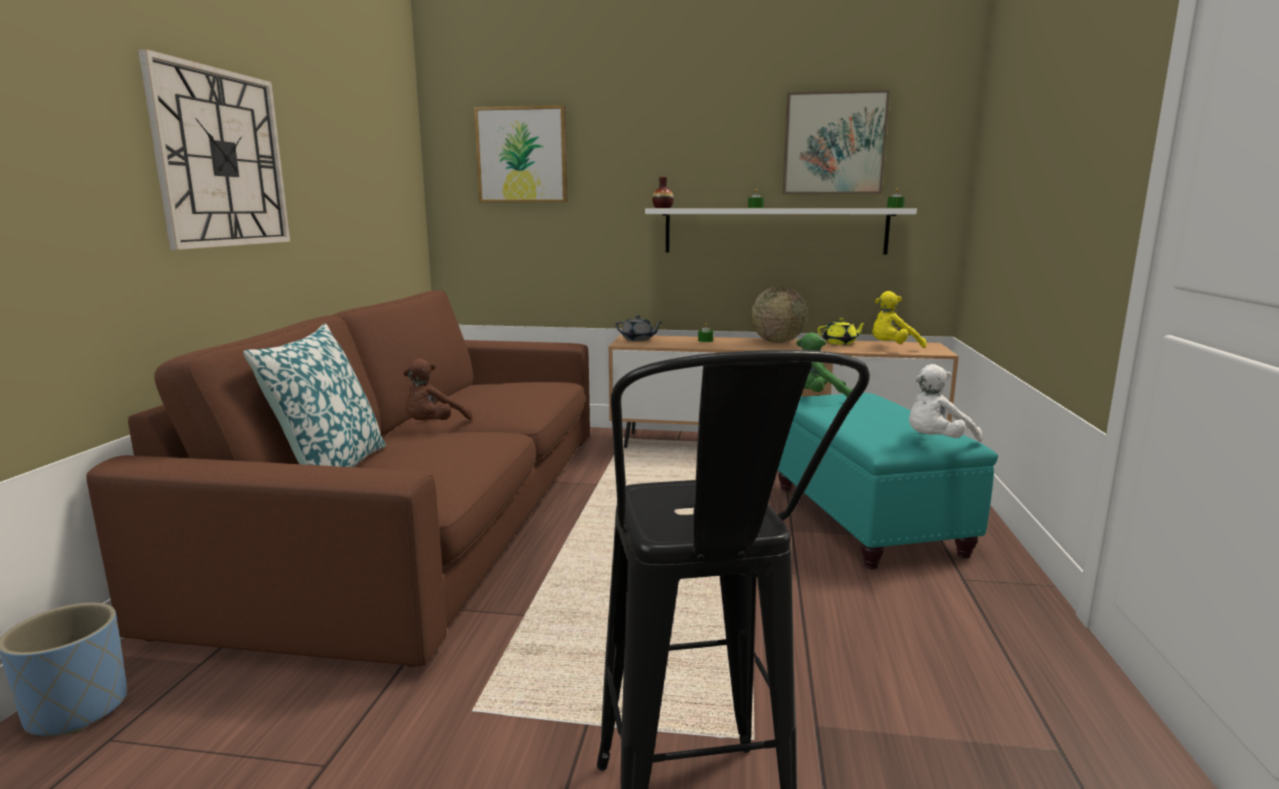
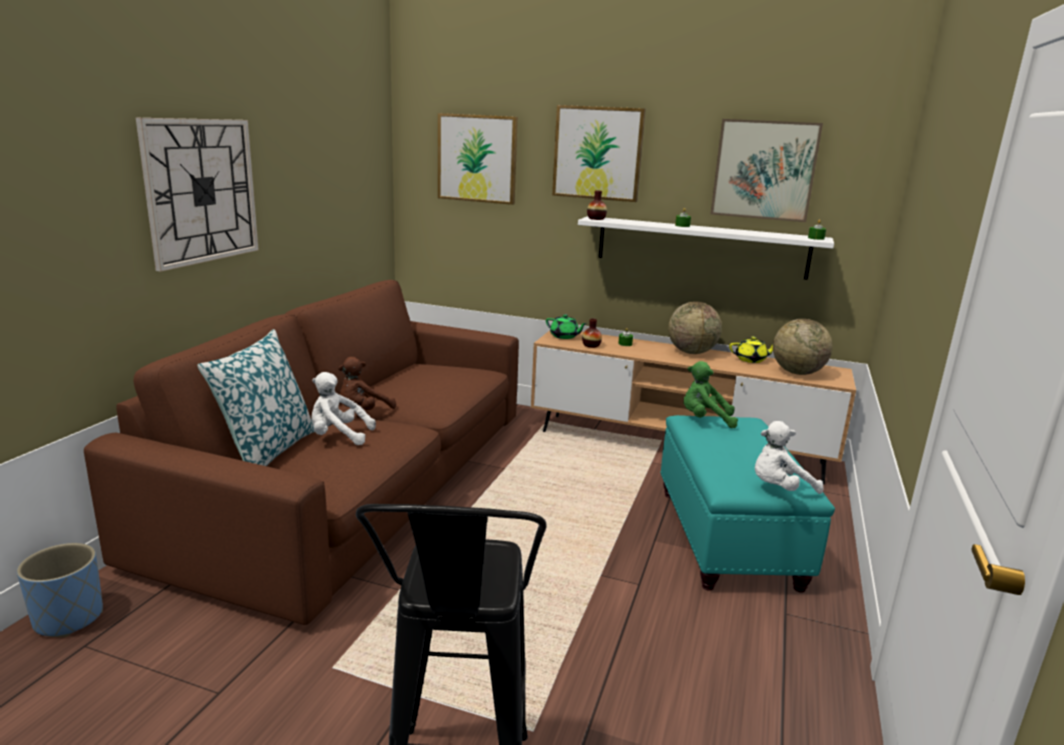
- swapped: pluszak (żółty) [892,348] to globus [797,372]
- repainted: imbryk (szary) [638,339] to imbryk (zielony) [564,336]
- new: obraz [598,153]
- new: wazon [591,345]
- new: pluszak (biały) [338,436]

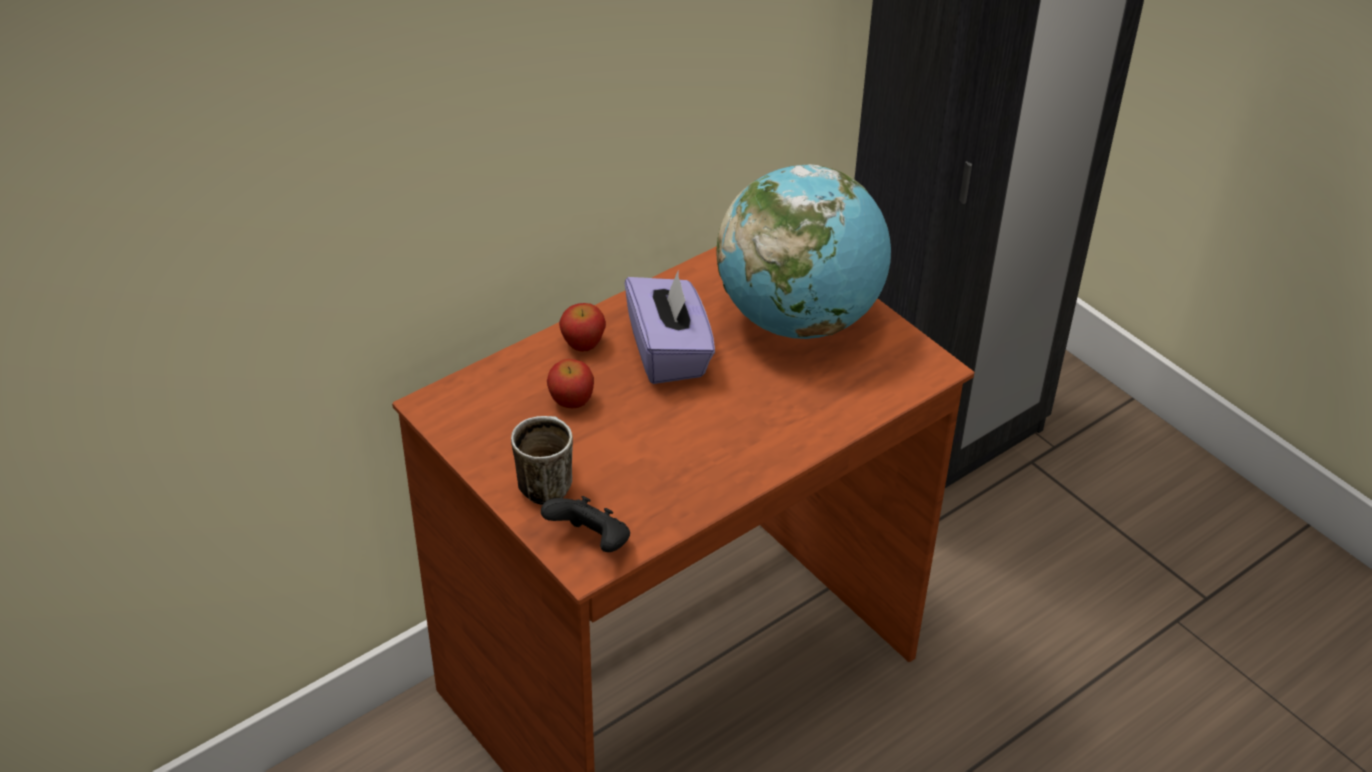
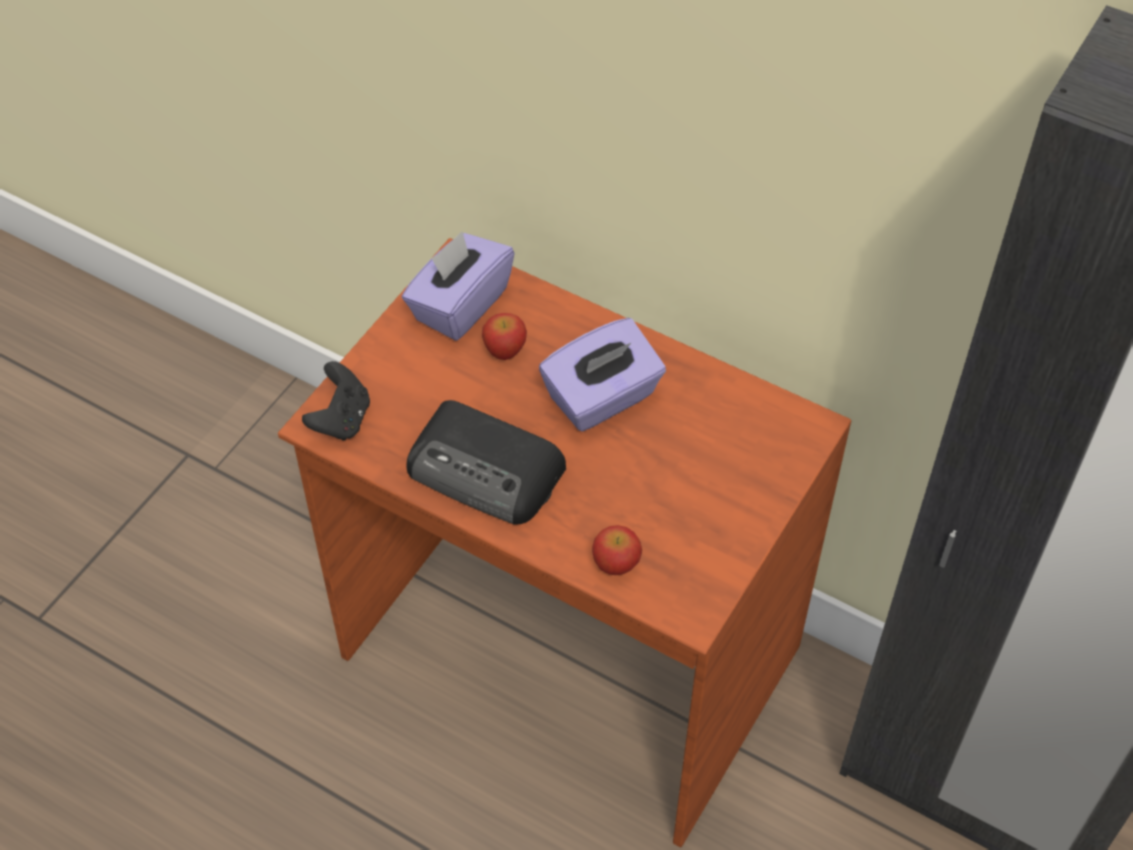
- gone: globus [799,319]
- shifted: jabłko [583,343] to [616,563]
- gone: kubek [544,482]
- new: pudełko chusteczek (fioletowy) [459,305]
- new: radio [487,471]

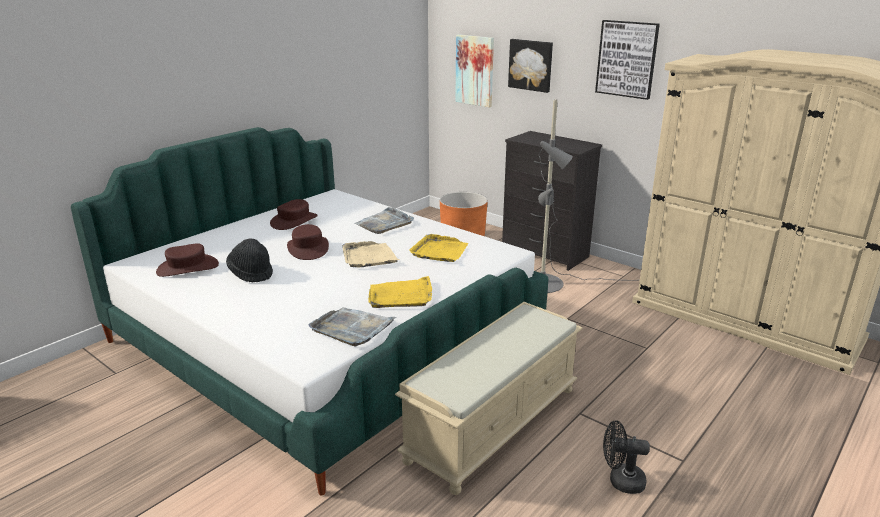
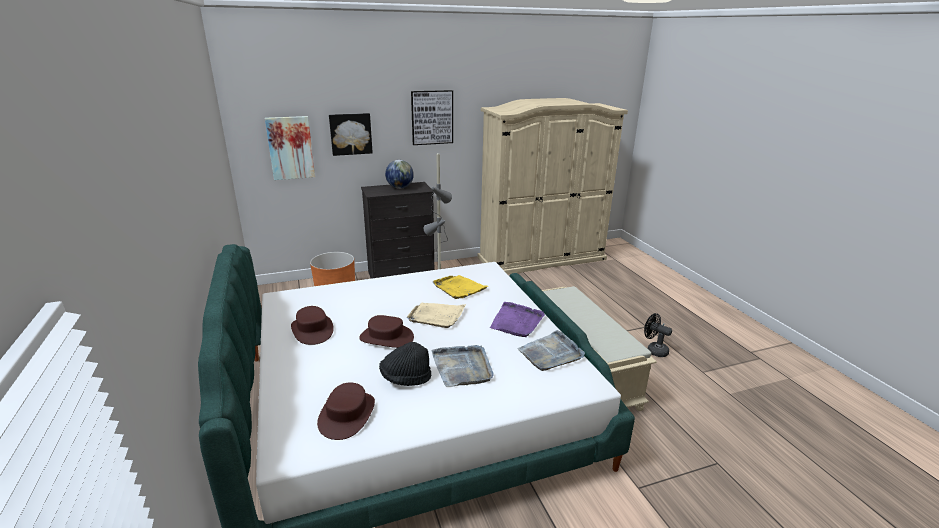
- shifted: taca (szary) [385,223] to [462,367]
- repainted: taca (żółty) [401,296] to taca (fioletowy) [516,322]
- rotated: wentylator (czarny) [620,481] = [654,350] 90 degrees clockwise
- new: globus [400,188]

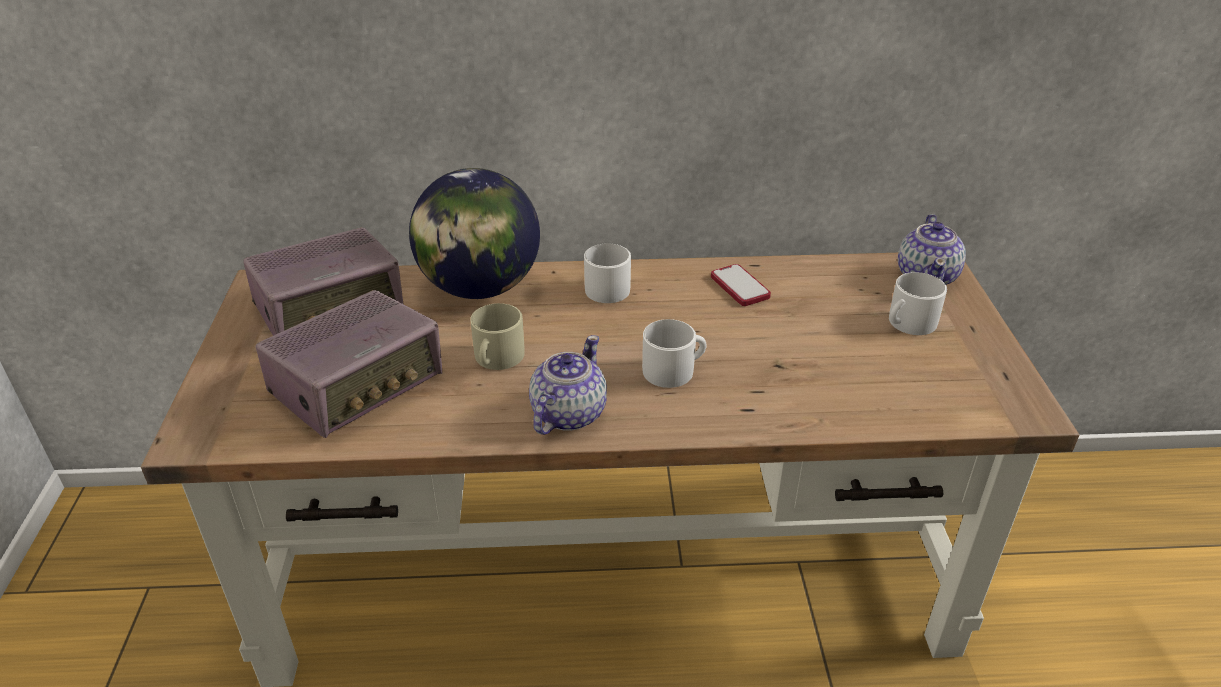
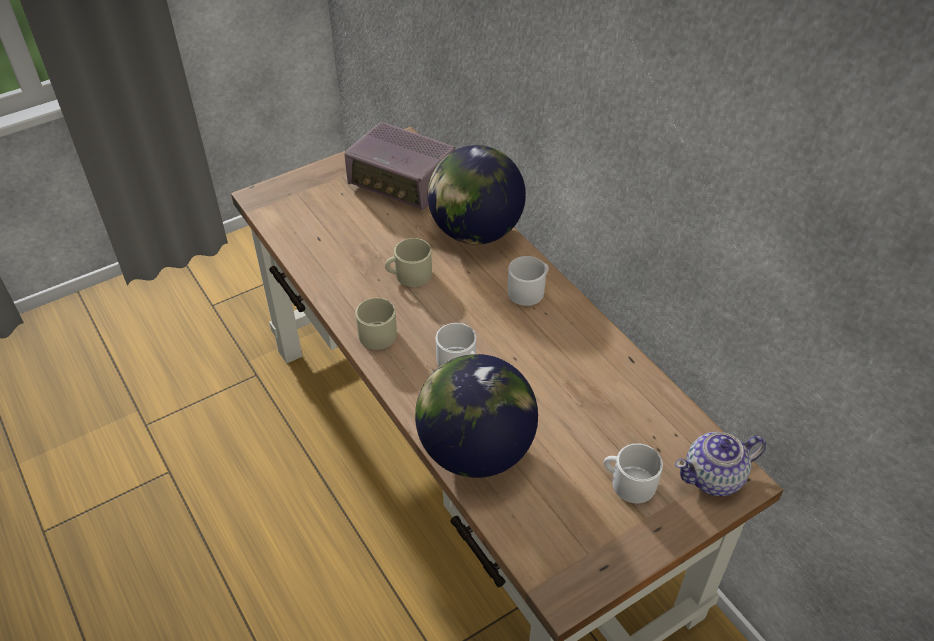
- gone: telefon [740,287]
- gone: radio [358,385]
- swapped: imbryk [567,414] to kubek (beżowy) [378,331]
- new: globus [475,451]

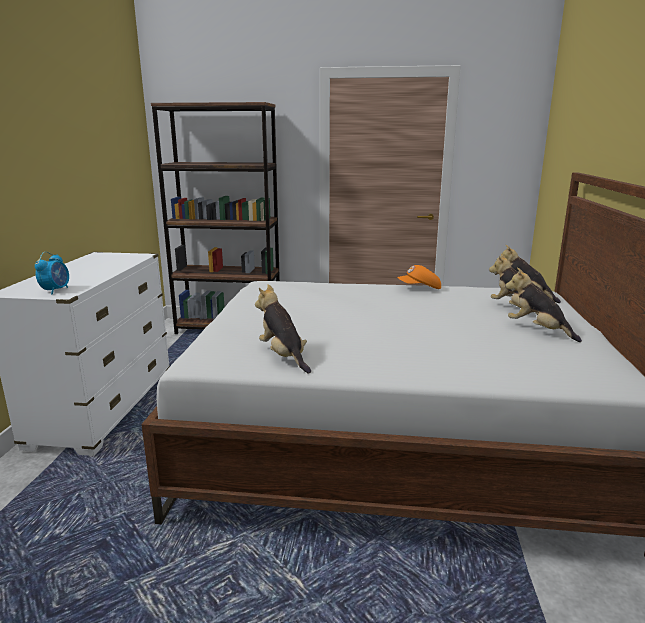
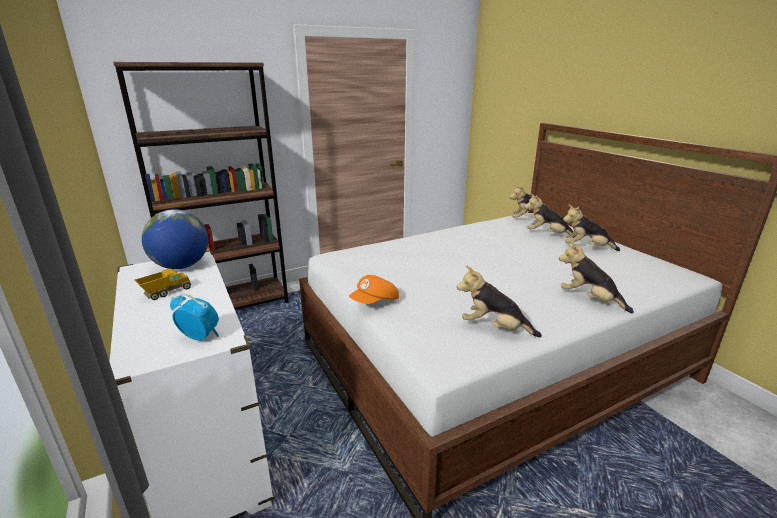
- rotated: budzik [56,290] = [200,337] 45 degrees counterclockwise
- shifted: czapka z daszkiem (pomarańczowy) [420,288] to [375,302]
- new: globus [182,266]
- new: pluszak [589,300]
- new: ciężarówka zabawkowa [166,293]

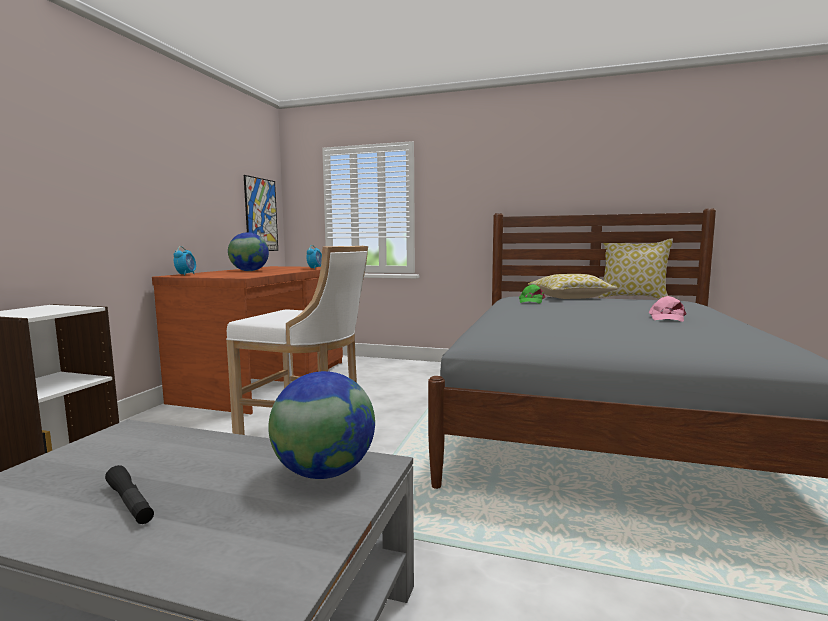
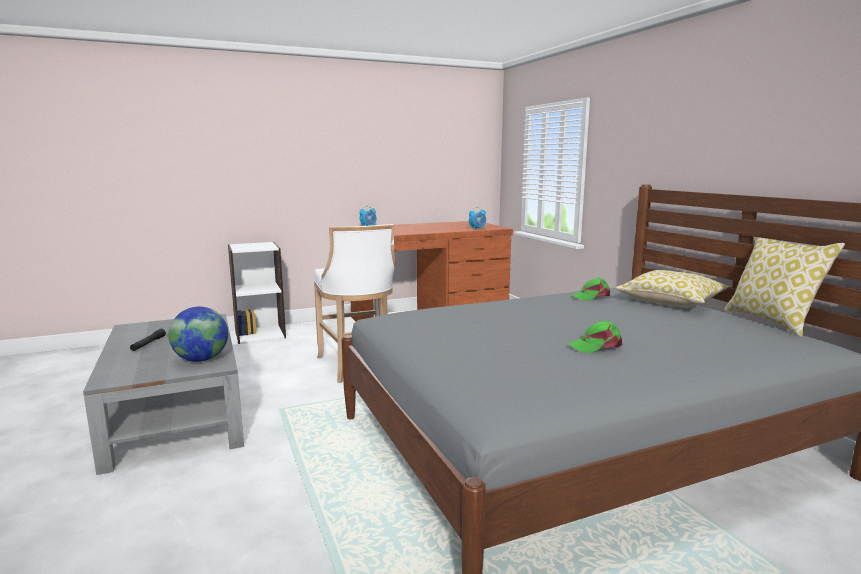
- gone: obraz [261,215]
- gone: globus [249,271]
- repainted: czapka z daszkiem (różowy) [666,318] to czapka z daszkiem (zielony) [596,346]

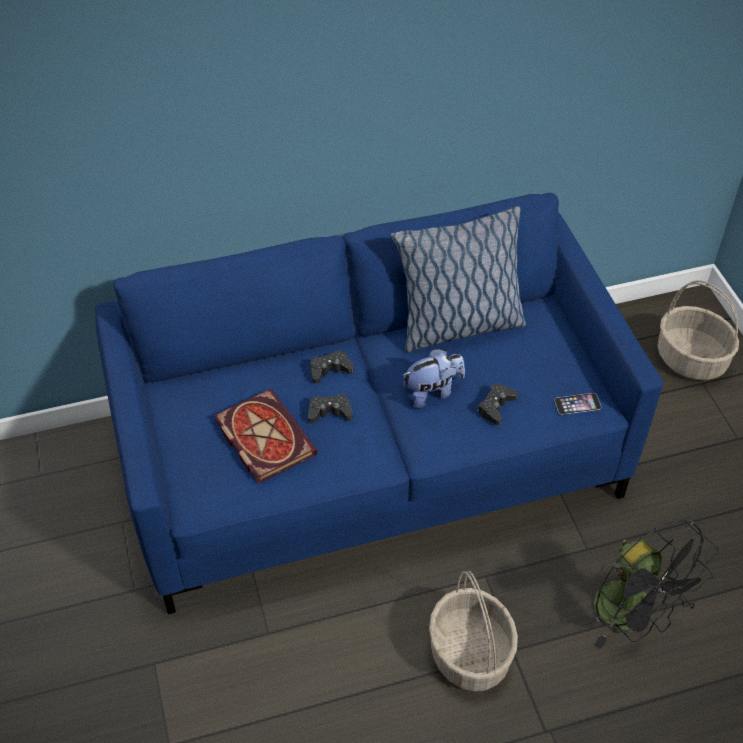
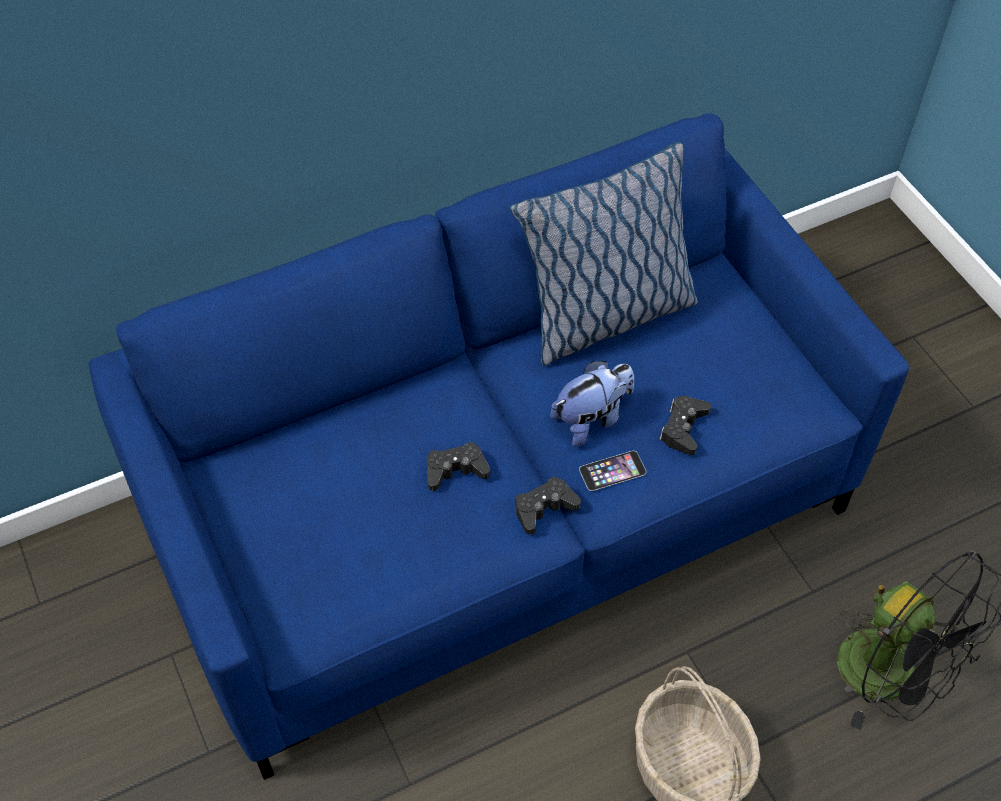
- gone: koszyk [691,359]
- shifted: pad do gier (czarny) [330,370] to [544,508]
- gone: książka [262,437]
- shifted: telefon [577,403] to [612,470]

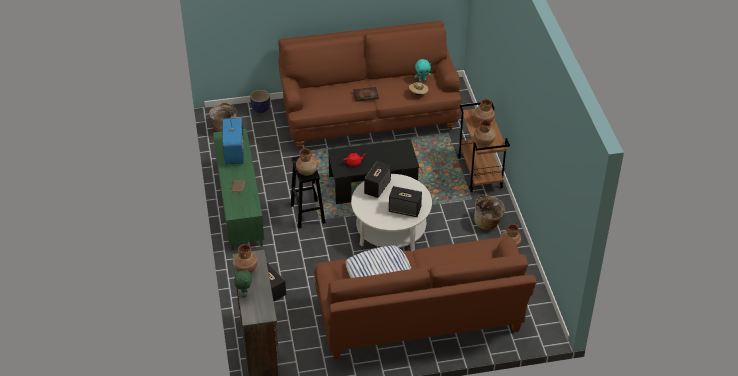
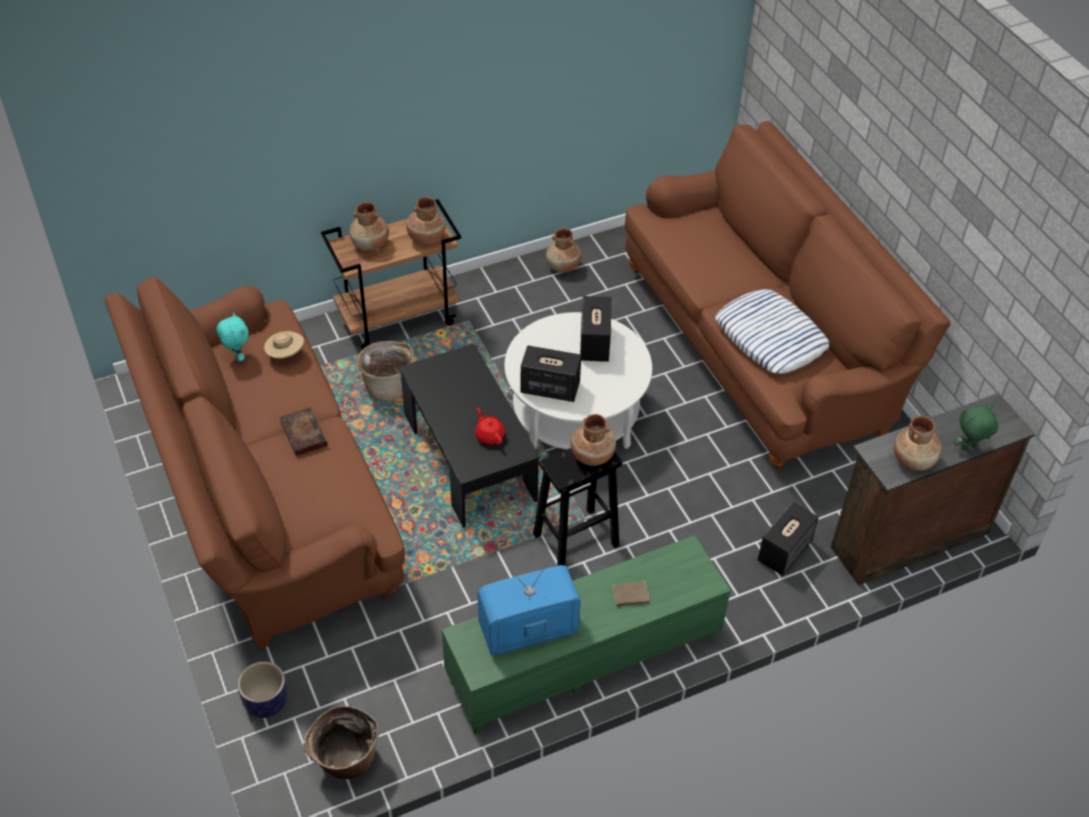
- shifted: koszyk [488,223] to [388,386]

